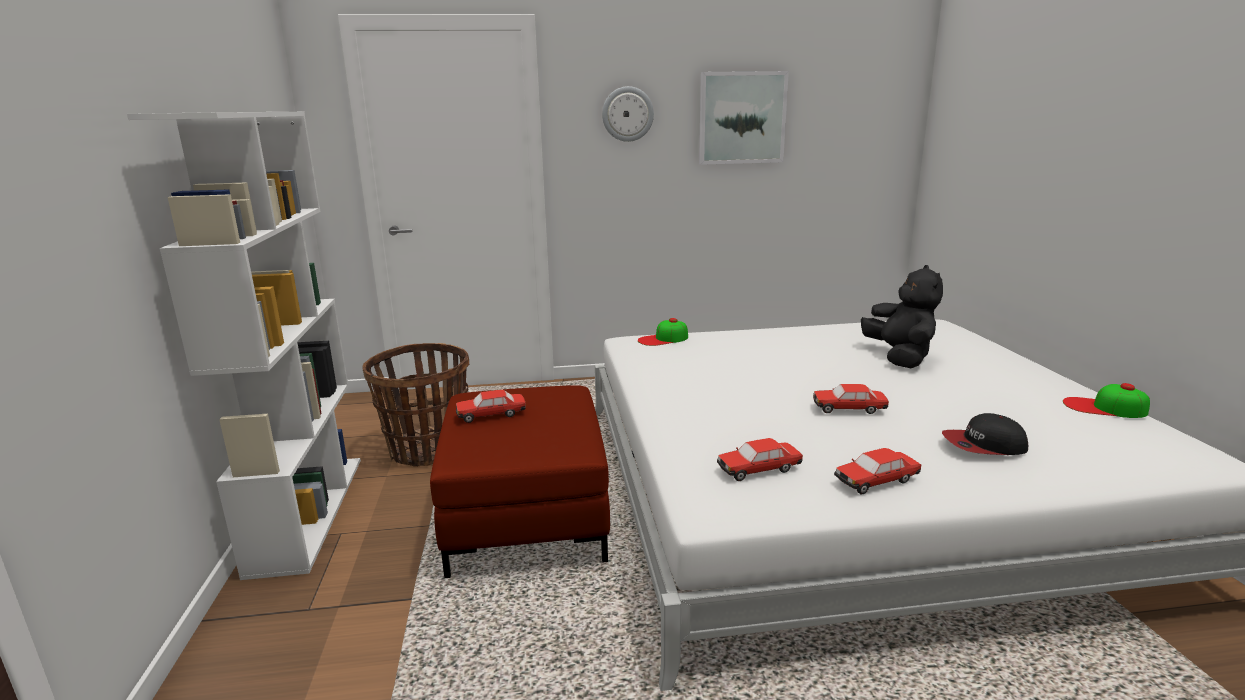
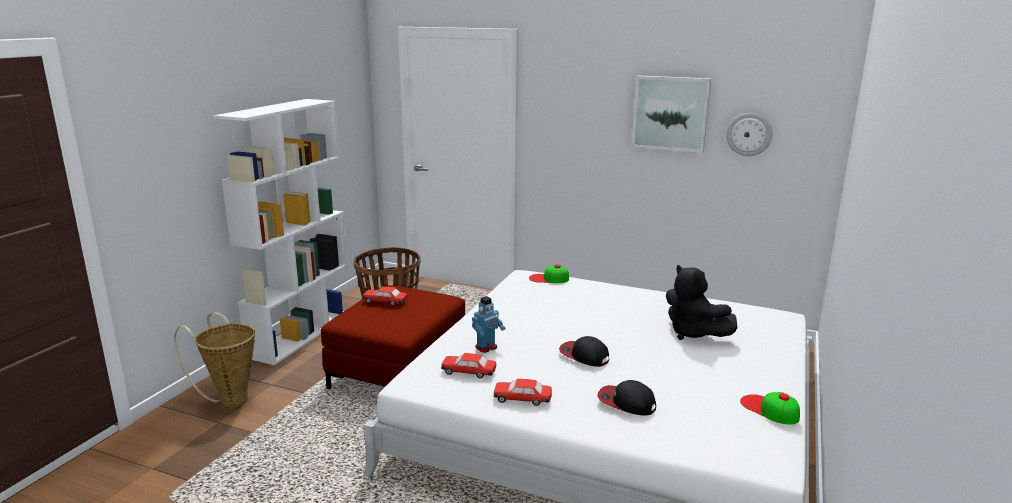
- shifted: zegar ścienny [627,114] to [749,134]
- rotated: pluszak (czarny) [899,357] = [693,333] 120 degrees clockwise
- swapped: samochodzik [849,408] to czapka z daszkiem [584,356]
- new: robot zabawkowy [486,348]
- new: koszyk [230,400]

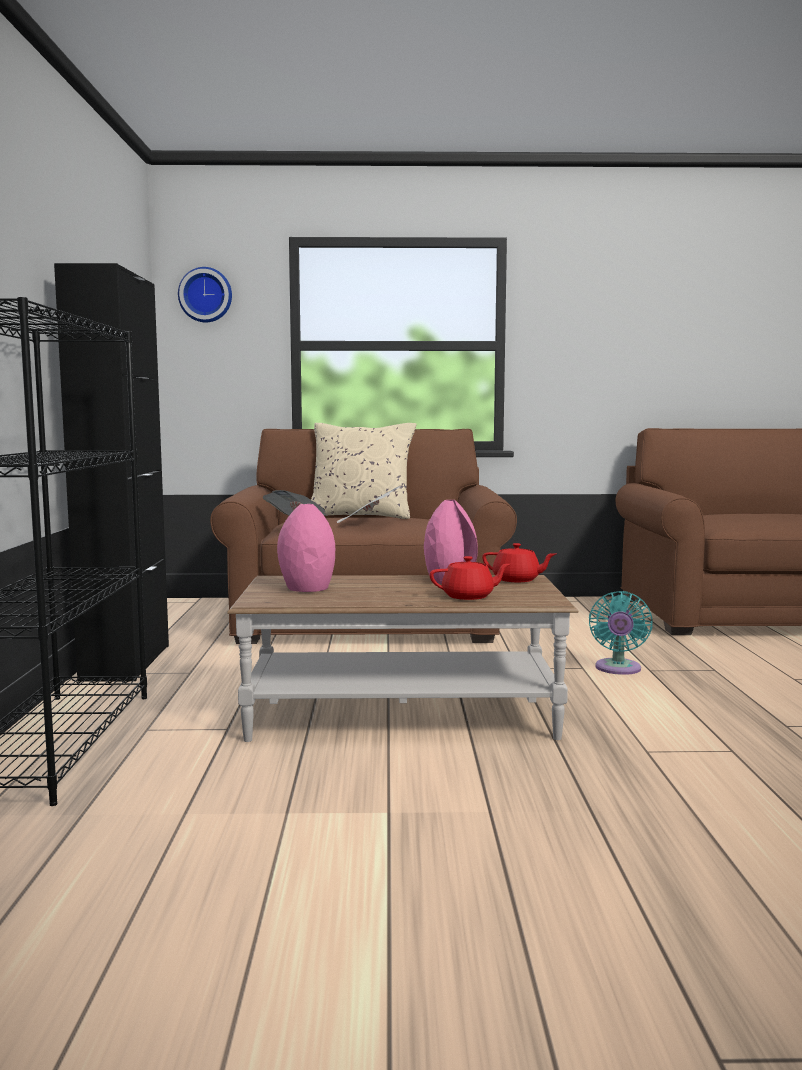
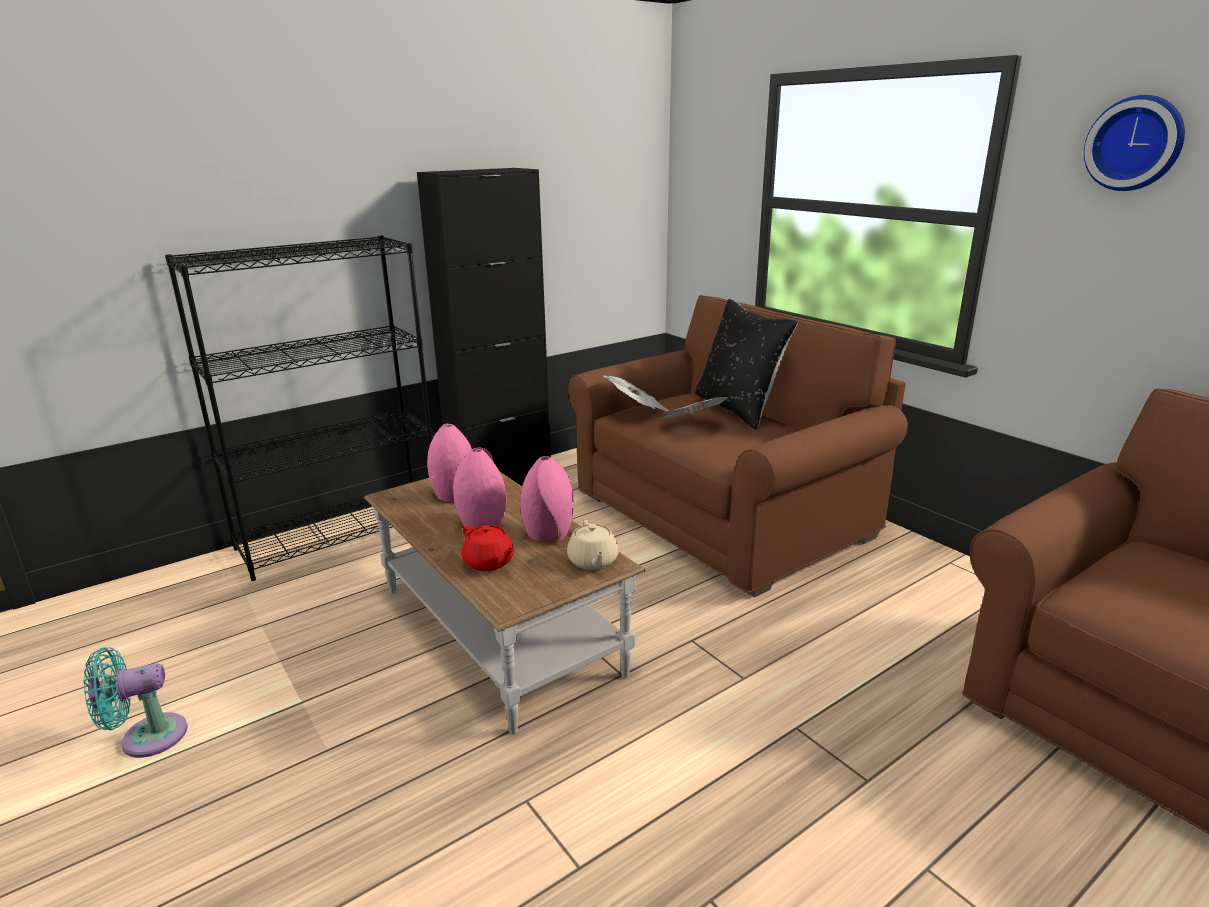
- shifted: zegar ścienny [206,295] to [1135,143]
- repainted: poduszka (beżowy) [361,515] to poduszka (czarny) [738,408]
- repainted: imbryk (czerwony) [517,580] to imbryk (beżowy) [592,561]
- shifted: wentylator (turkusowy) [618,669] to [147,737]
- new: wazon (różowy) [481,523]

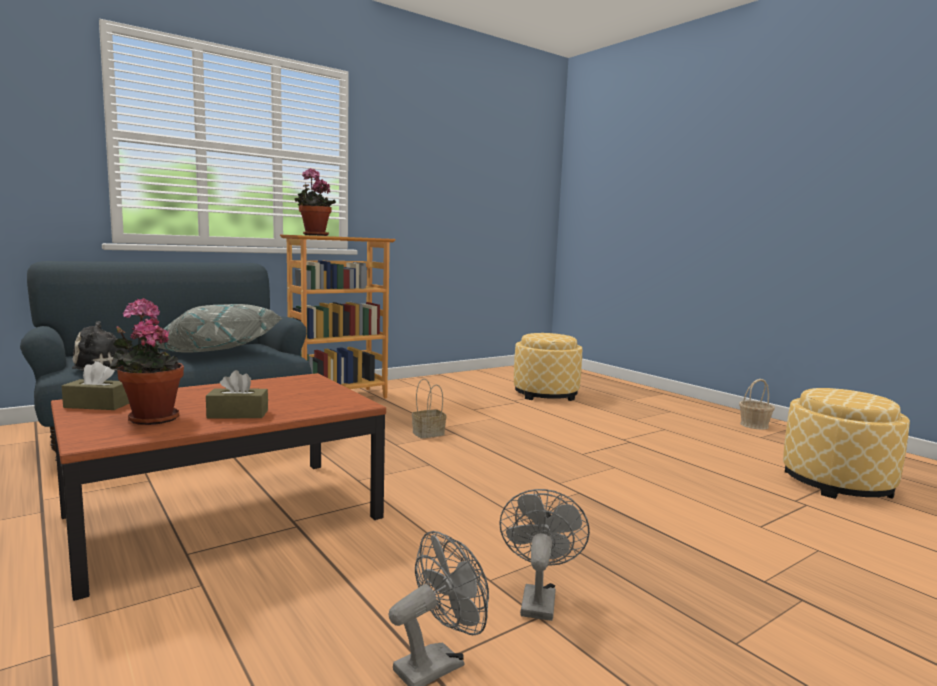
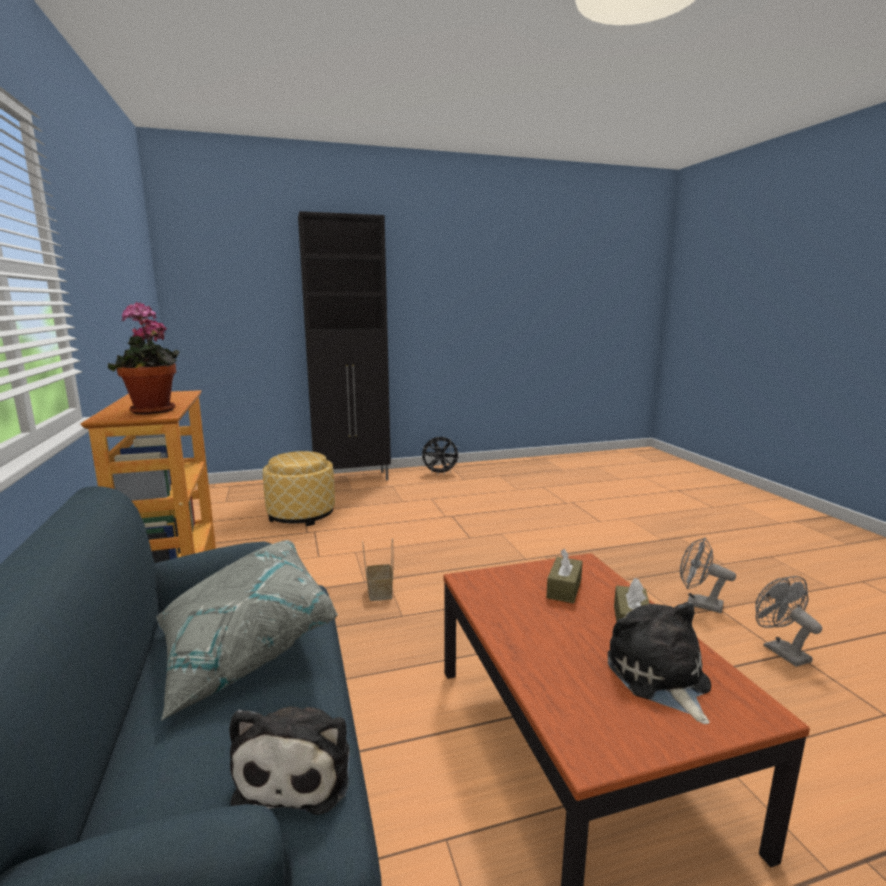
- swapped: roślina doniczkowa [150,418] to pluszak [659,677]
- shifted: pudełko chusteczek (brązowy) [97,405] to [564,588]
- swapped: koszyk [754,425] to wentylator (czarny) [440,473]
- gone: pufa [837,483]
- new: szafka (czarny) [353,478]

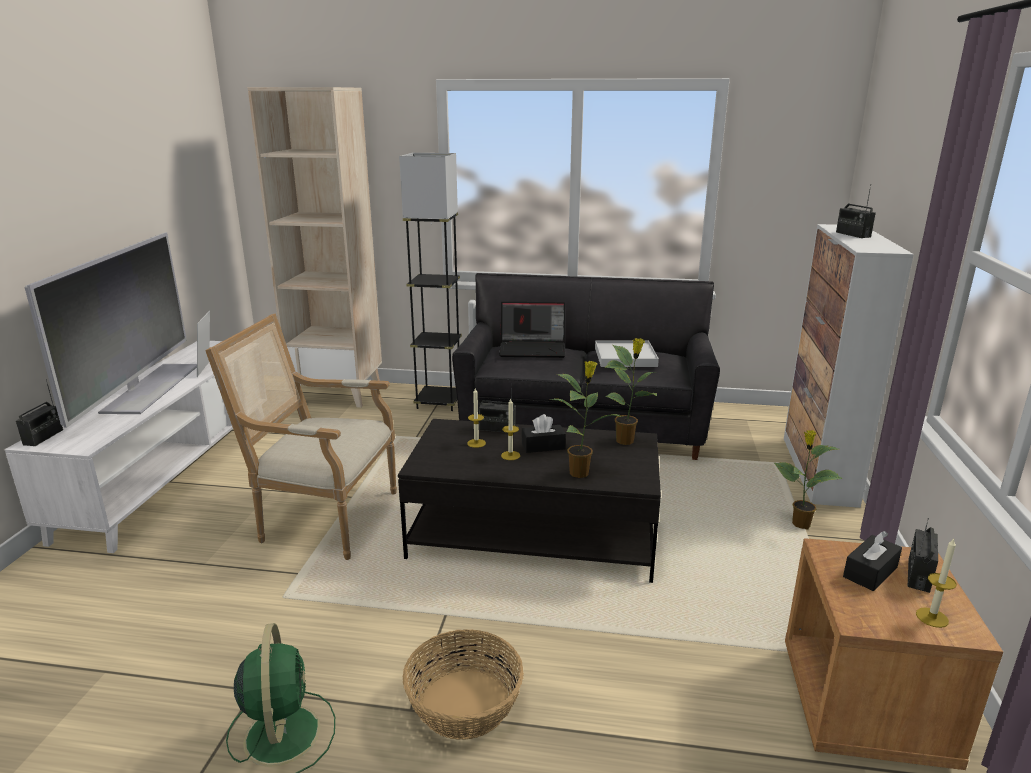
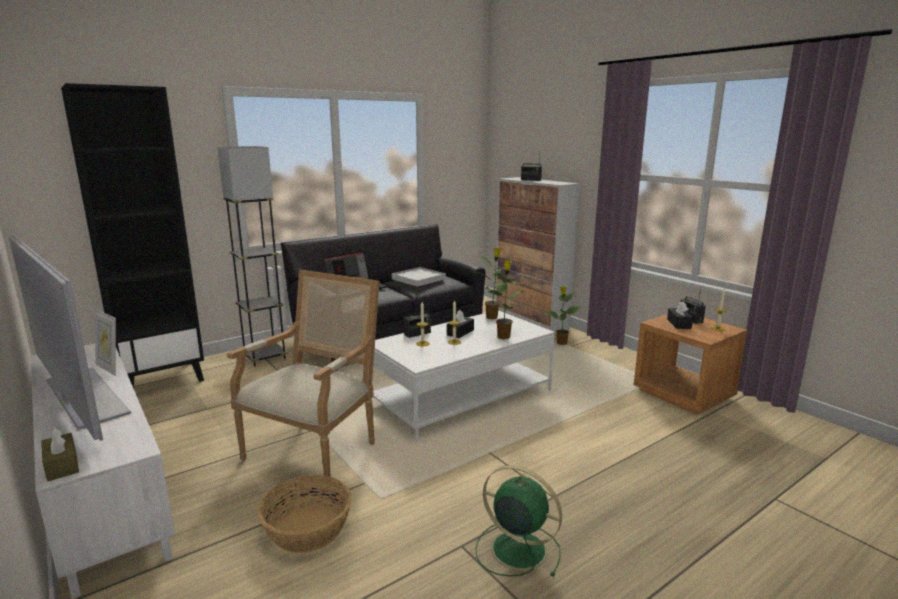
- repainted: regał (beżowy) [338,393] to regał (czarny) [162,379]
- rotated: fotel [322,518] = [316,449] 150 degrees clockwise
- swapped: radio [43,437] to pudełko chusteczek (brązowy) [62,465]
- repainted: ława (czarny) [534,534] to ława (biały) [462,397]
- shifted: koszyk [463,703] to [307,529]

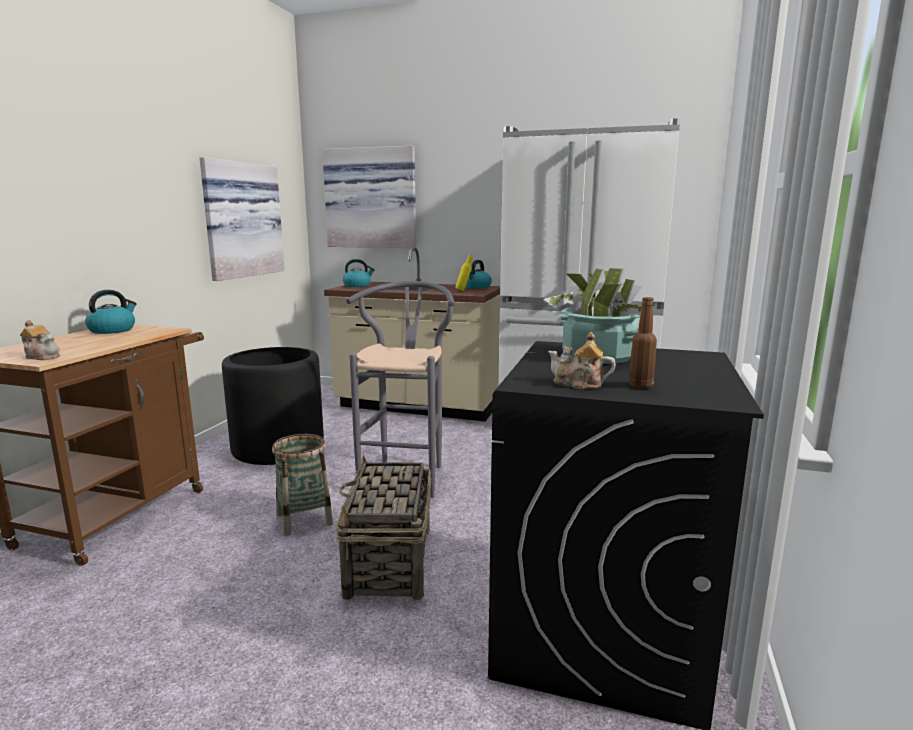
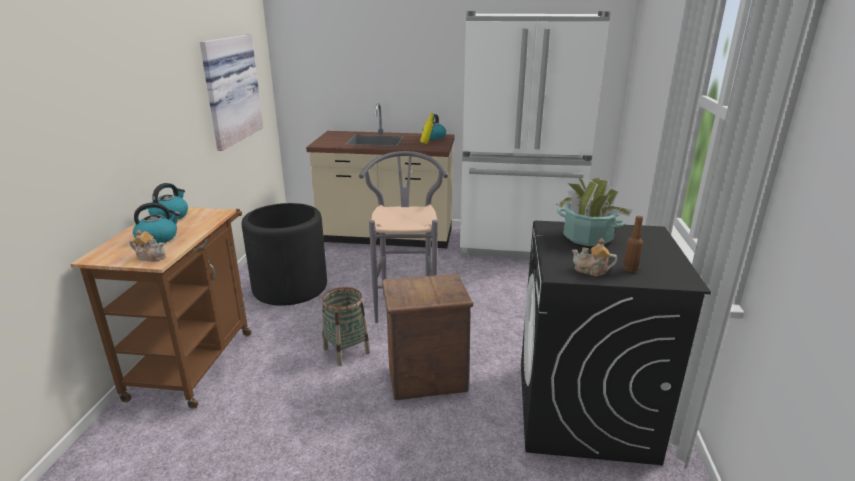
- gone: obraz [371,198]
- shifted: czajnik [357,285] to [158,238]
- swapped: koszyk [389,562] to skrzynka [426,379]

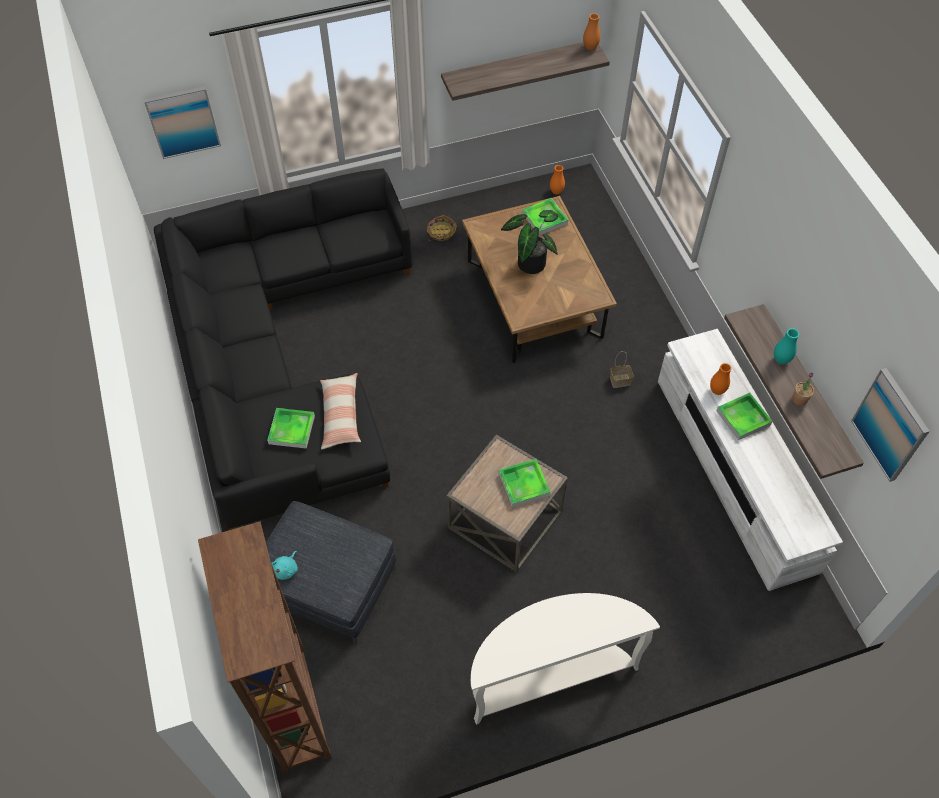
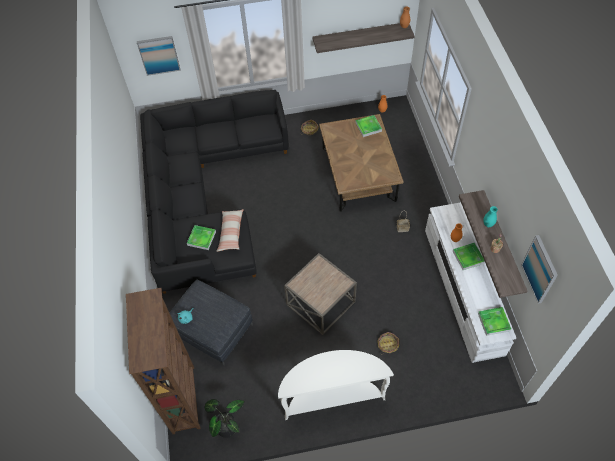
- shifted: roślina doniczkowa [530,261] to [226,425]
- shifted: taca [524,484] to [493,322]
- new: koszyk [387,345]

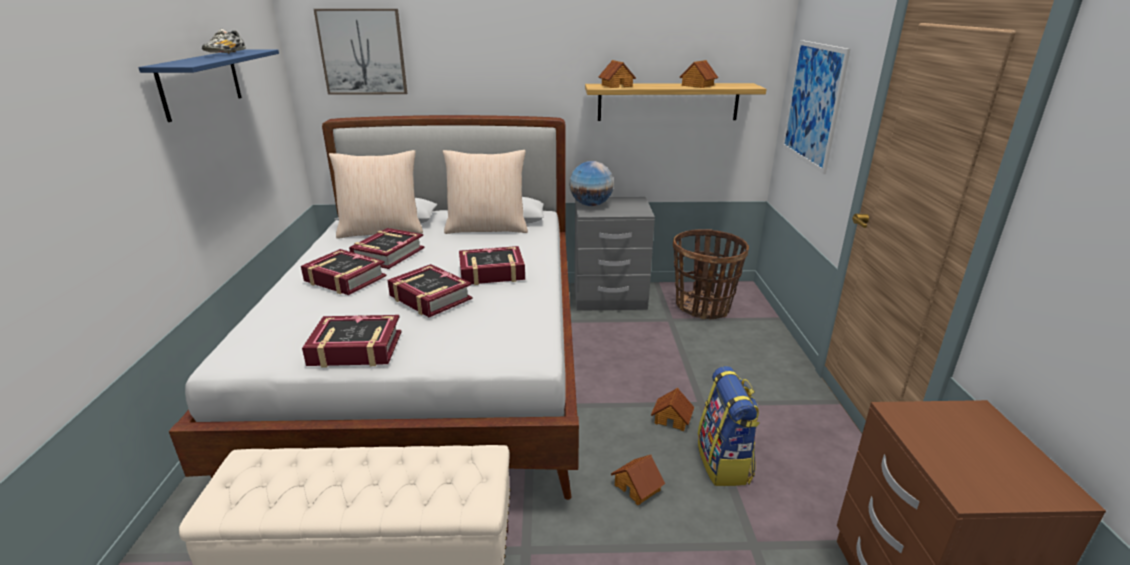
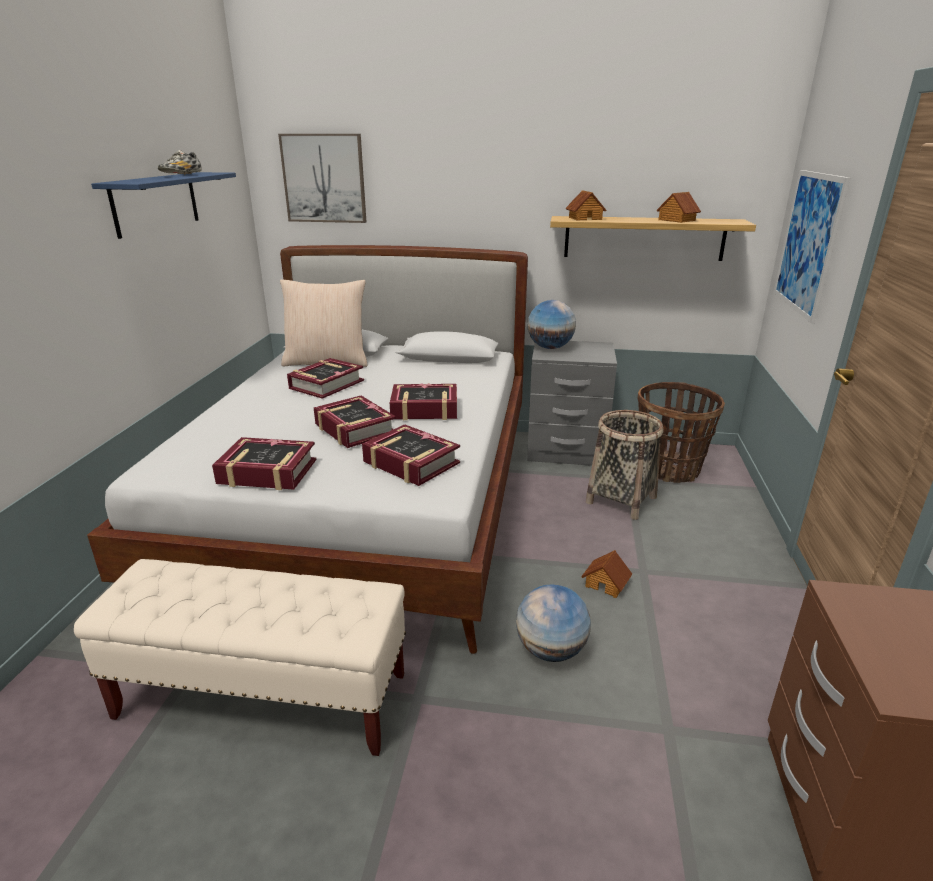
- gone: poduszka (beżowy) [487,228]
- shifted: książka [344,279] to [410,463]
- gone: plecak [724,463]
- swapped: domek [637,487] to globus [551,650]
- new: koszyk [621,500]

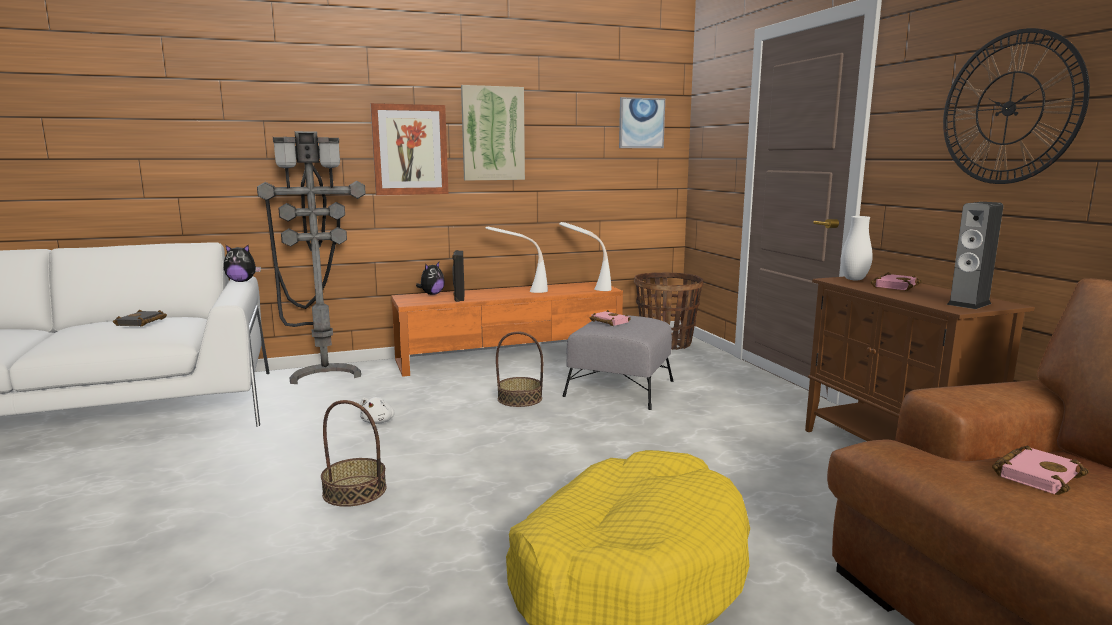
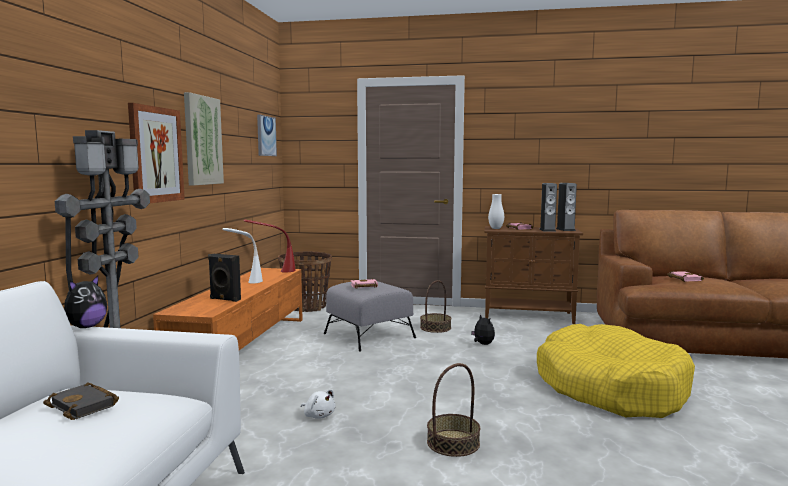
- gone: zegar ścienny [1009,108]
- repainted: lampa stołowa (biały) [584,287] to lampa stołowa (czerwony) [271,272]
- shifted: pluszak [432,294] to [482,344]
- shifted: koszyk [520,398] to [435,328]
- new: głośnik [547,230]

